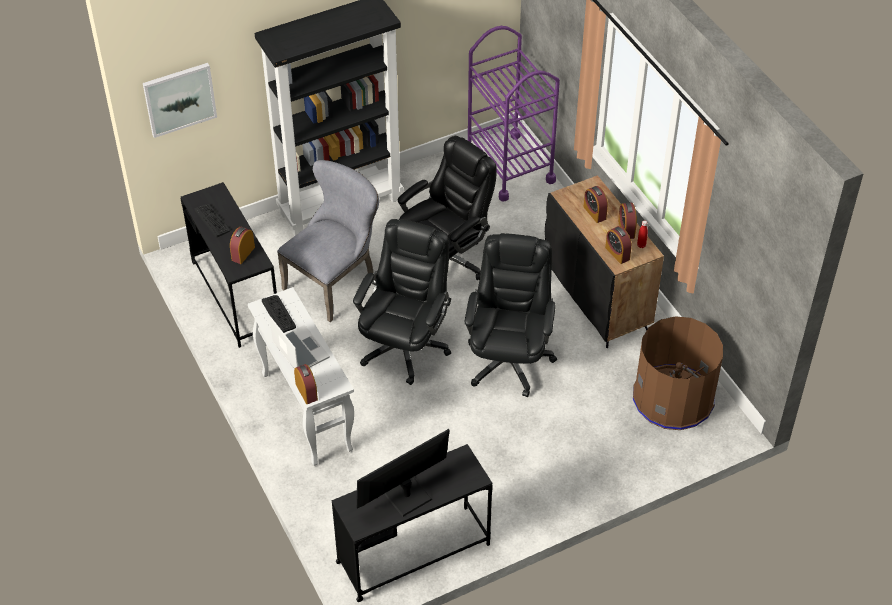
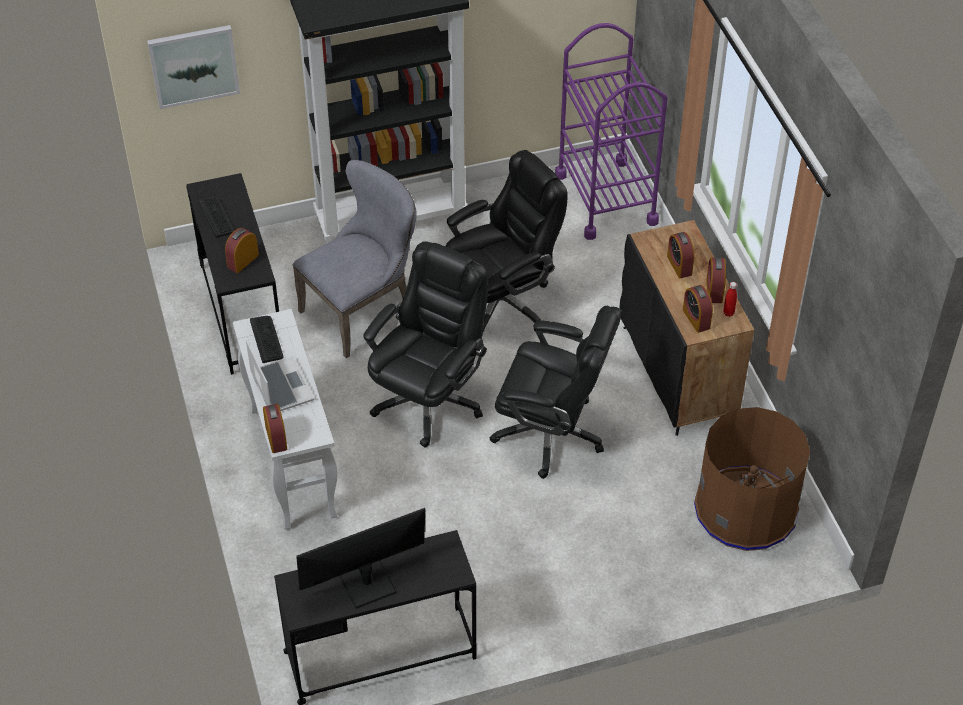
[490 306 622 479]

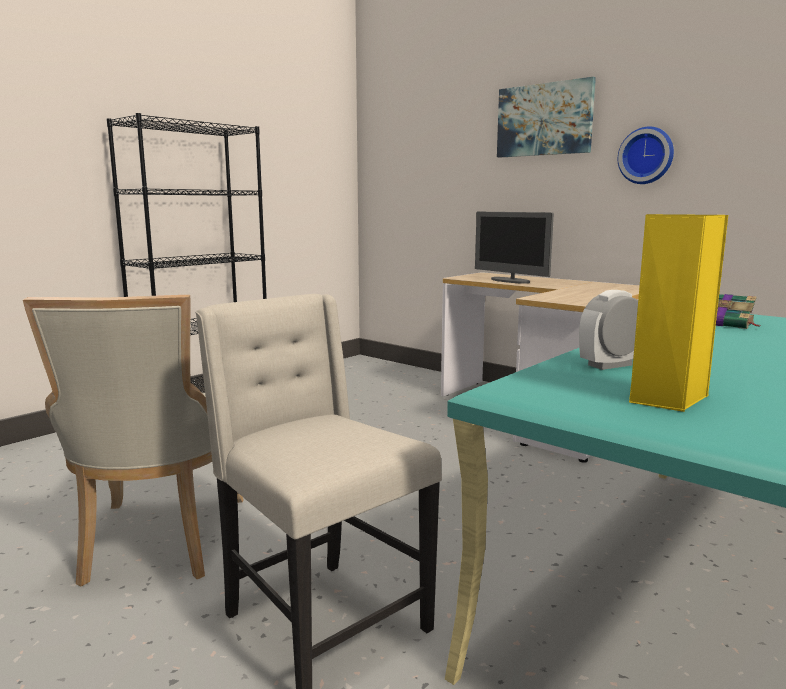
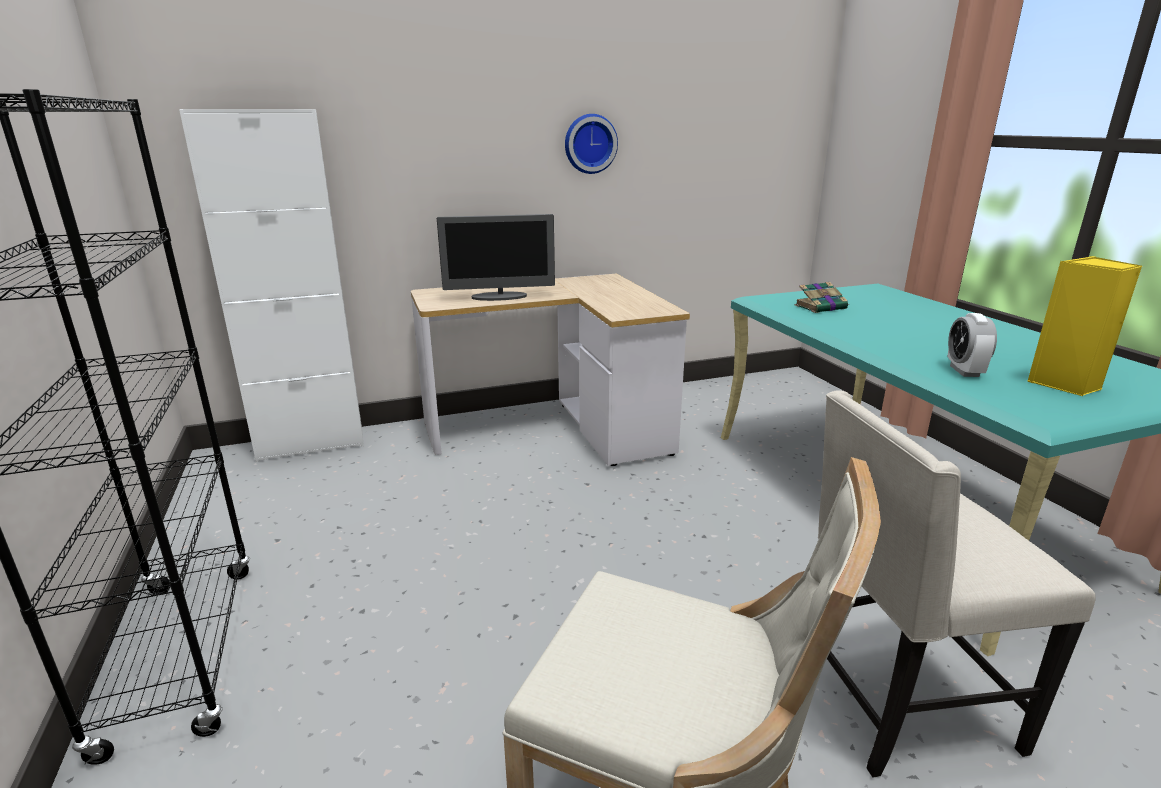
[497 77 596 158] (first image)
[179 109 364 462]

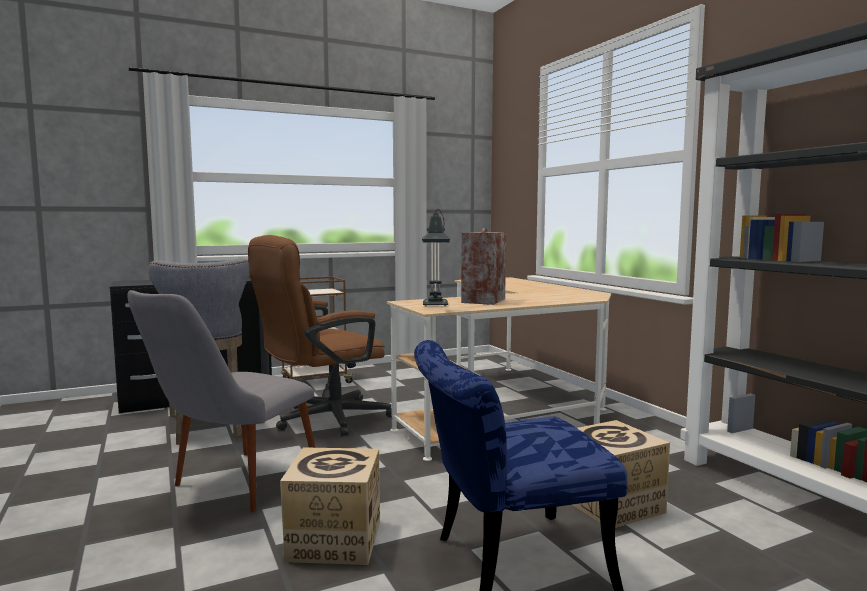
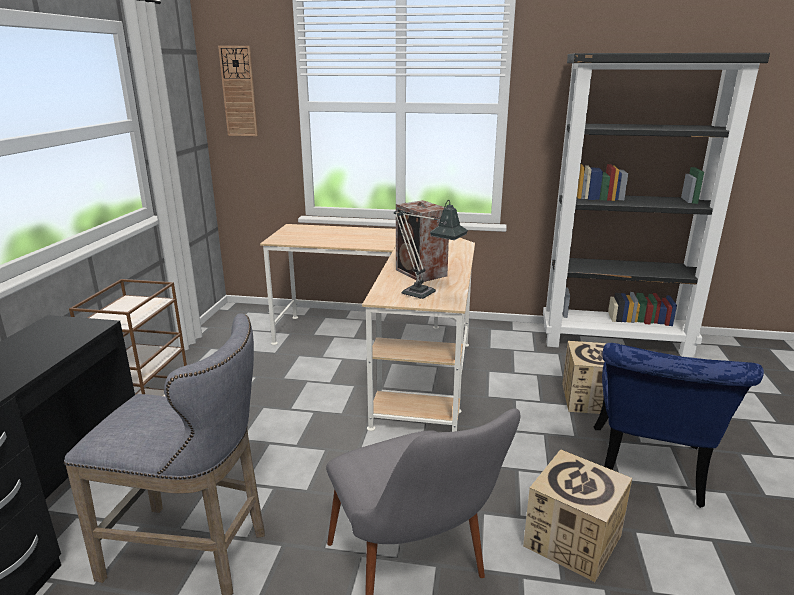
[248 235 392 436] (first image)
[218 46 258 136]

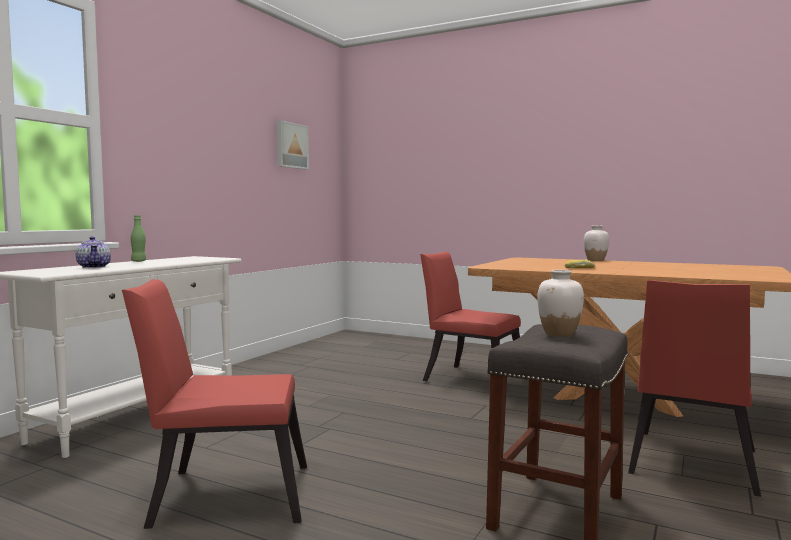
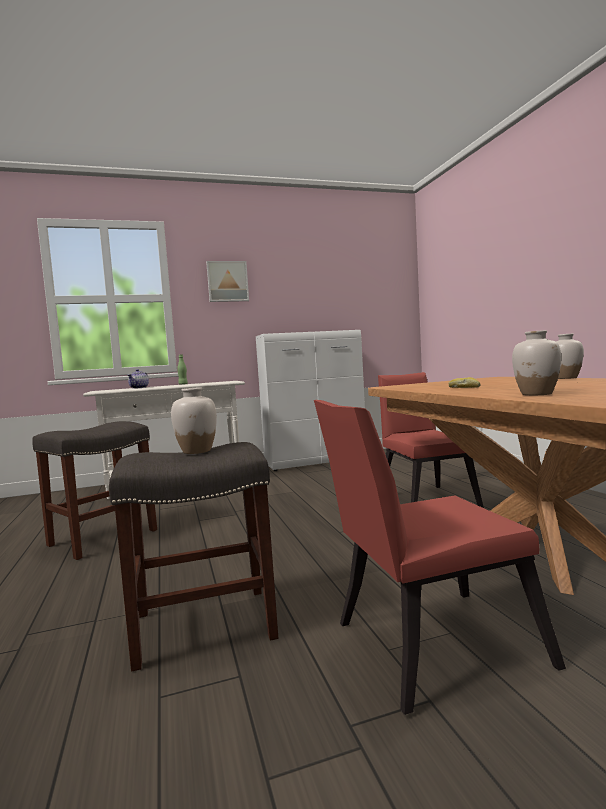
[32 421 157 560]
[206 261 249 302]
[256 330 365 471]
[512 330 561 395]

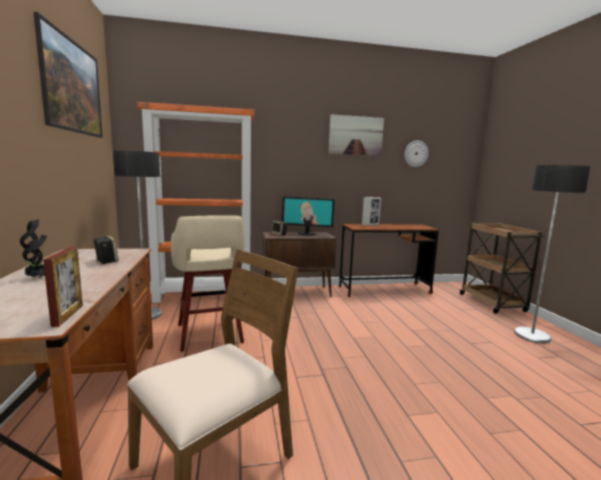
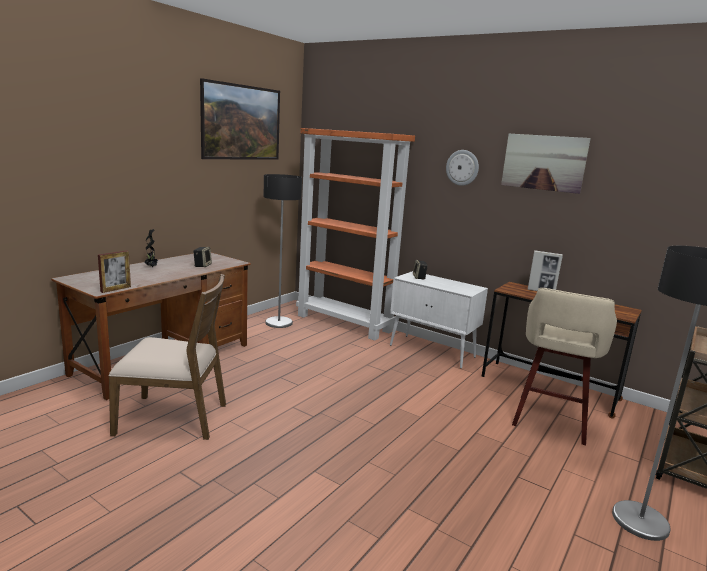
[512 288 617 446]
[390 271 488 369]
[282 196 335 236] (first image)
[446 150 479 186]

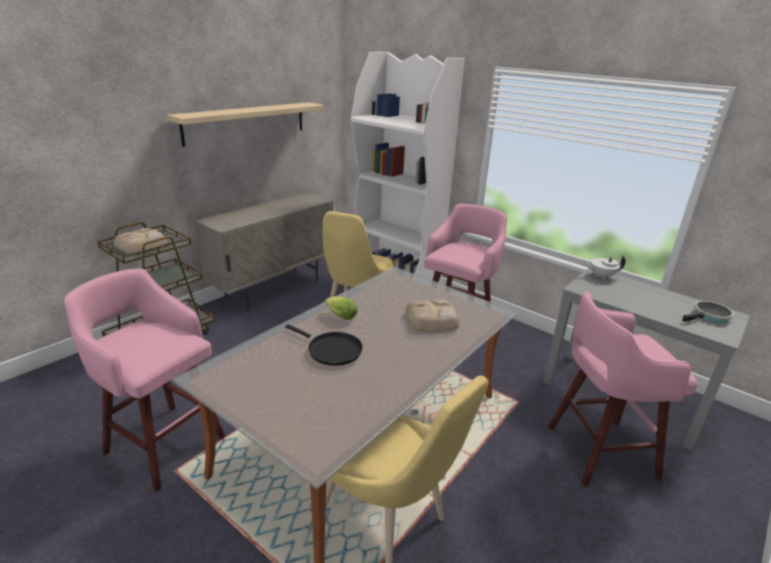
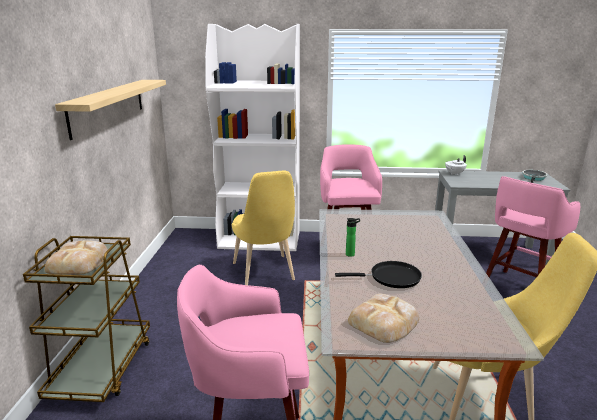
[195 192 333 312] (first image)
[346 218 360 257]
[348 293 419 343]

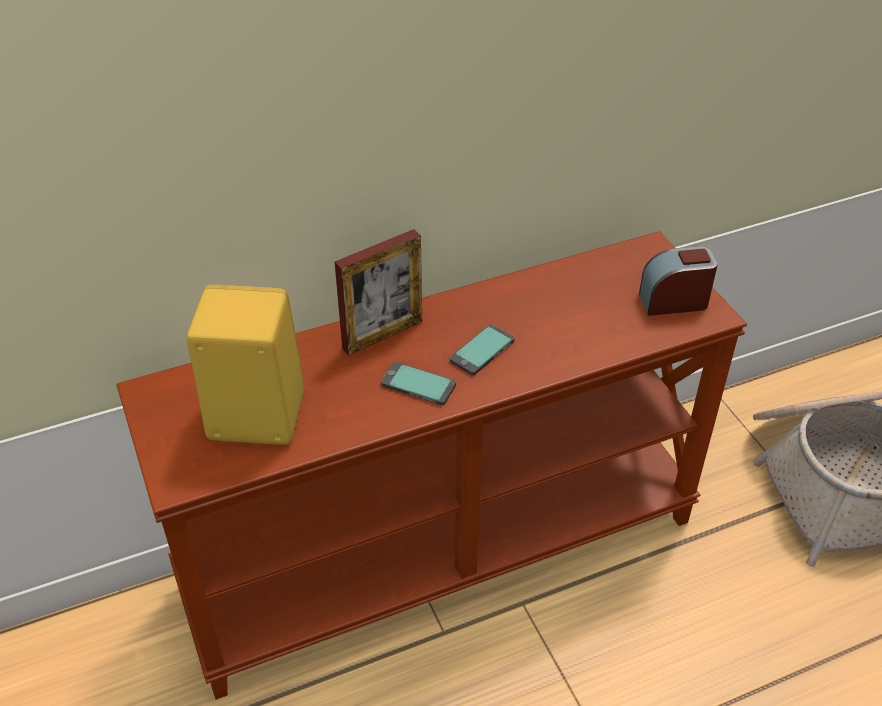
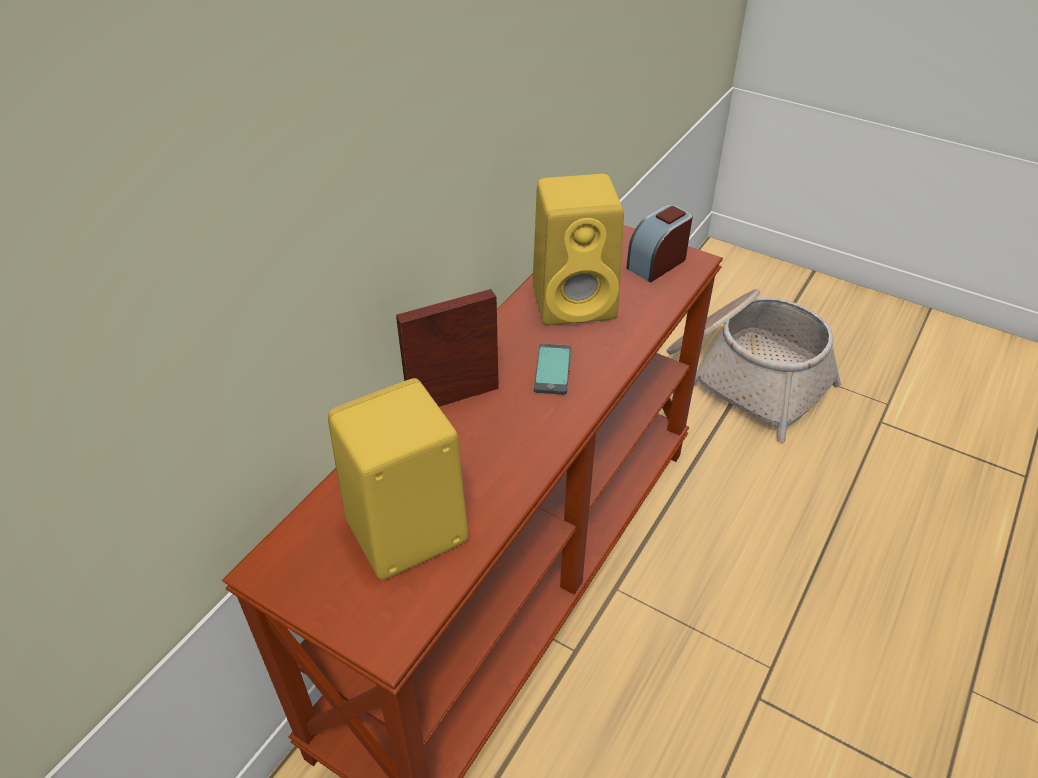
[396 289 499 407]
[381 362 456 405] (first image)
[533 174 624 326]

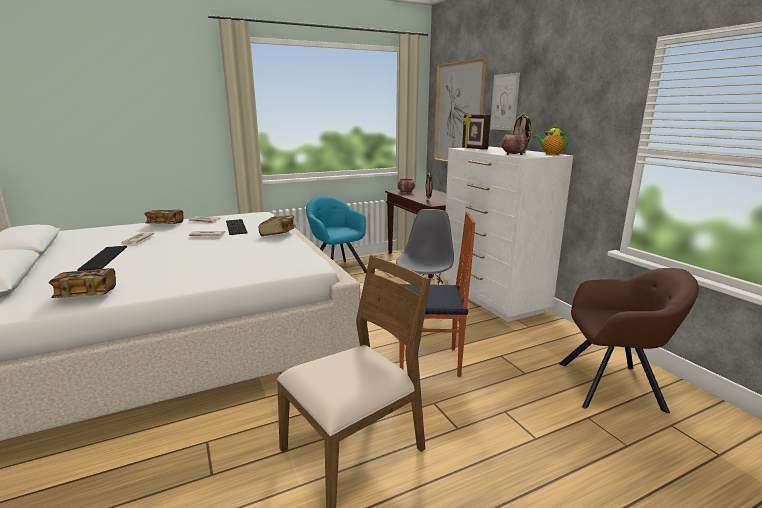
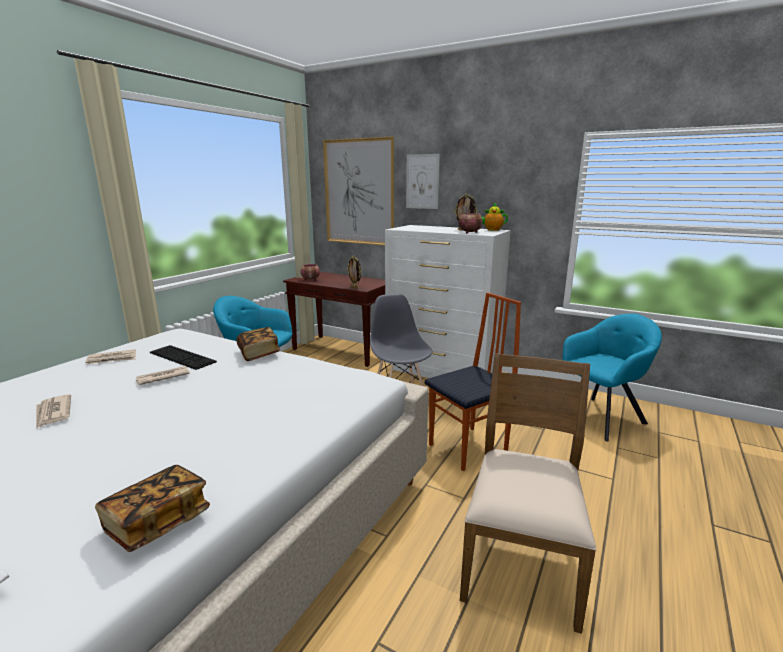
[77 246 127 271] (first image)
[144 210 183 224] (first image)
[462 113 491 150] (first image)
[562 314 662 442]

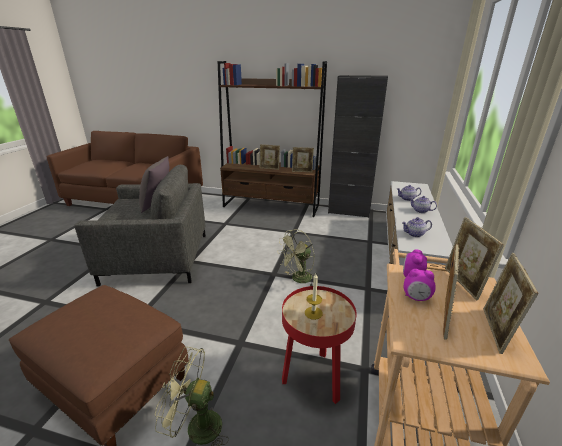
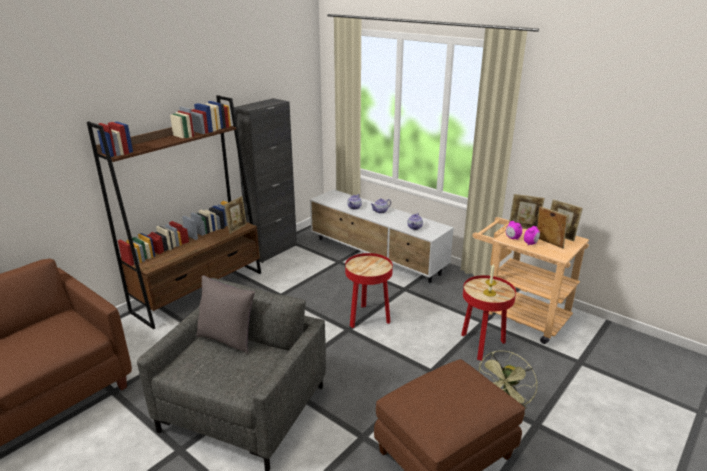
[260 144 280 170] (first image)
[345 253 393 328]

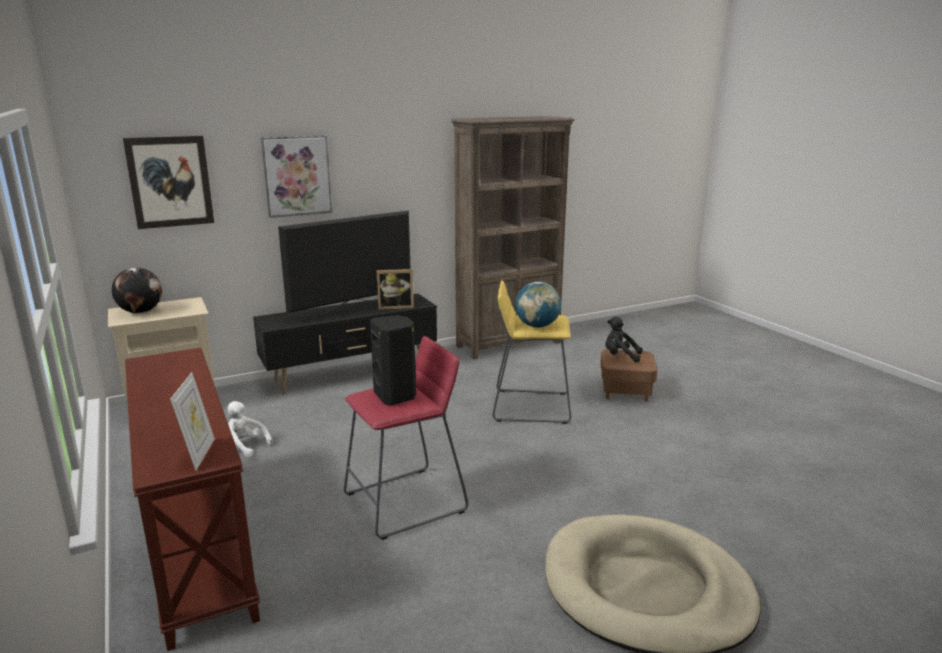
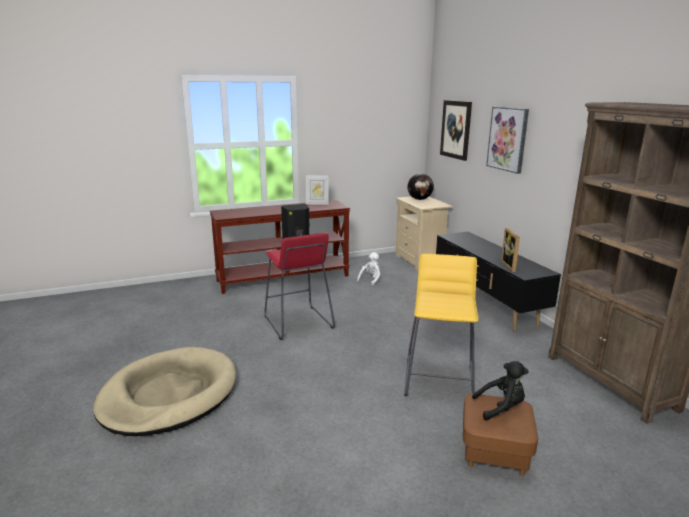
[306 175 329 205]
[278 210 411 318] (first image)
[515 282 561 328] (first image)
[472 361 529 420]

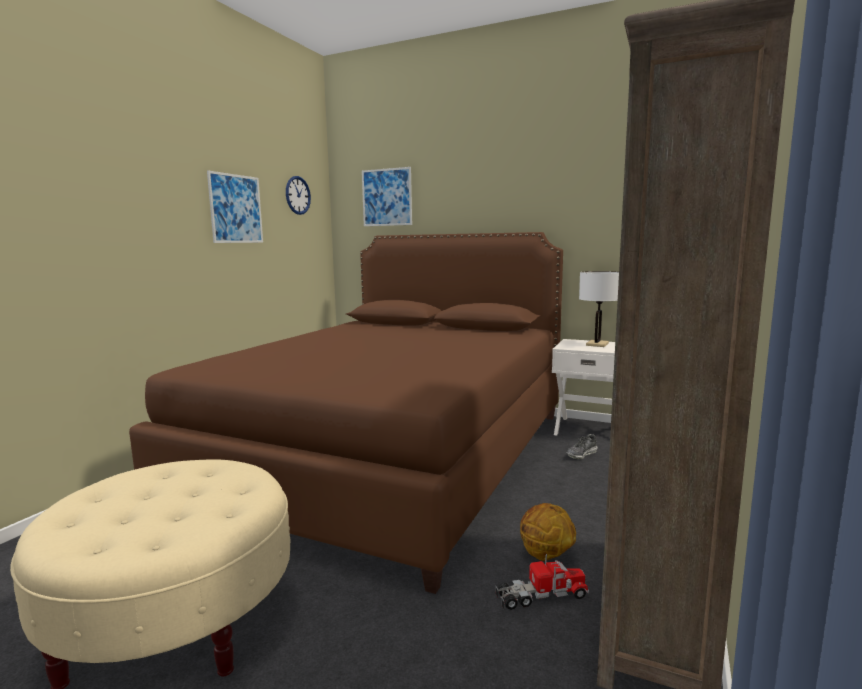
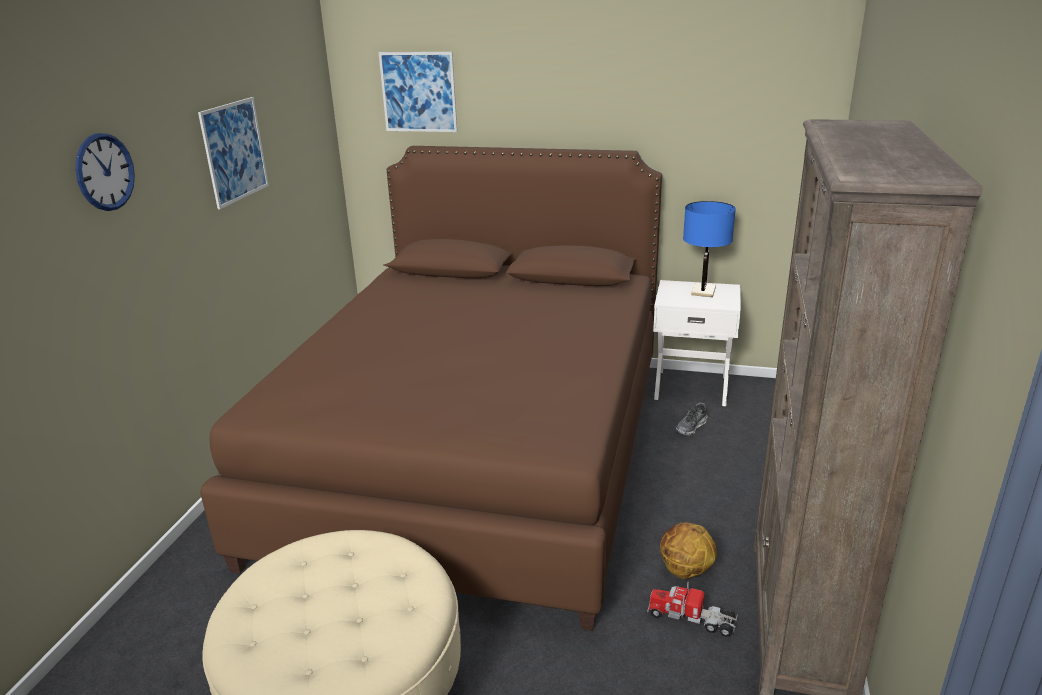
[75 133 135 211]
[647 582 738 637]
[683 201 736 297]

